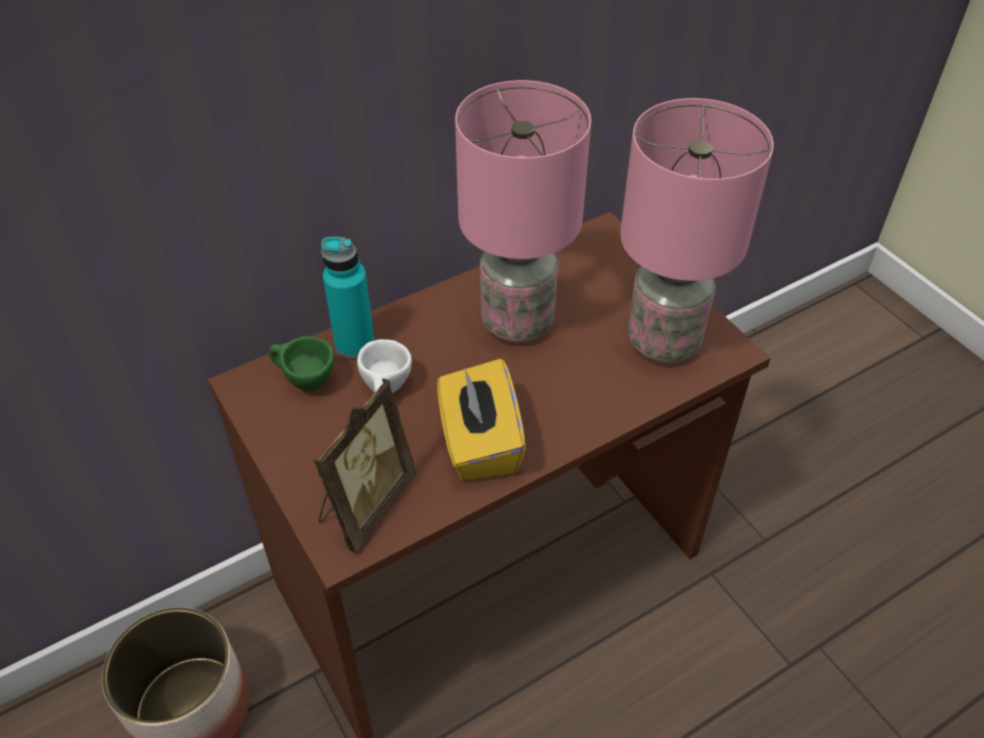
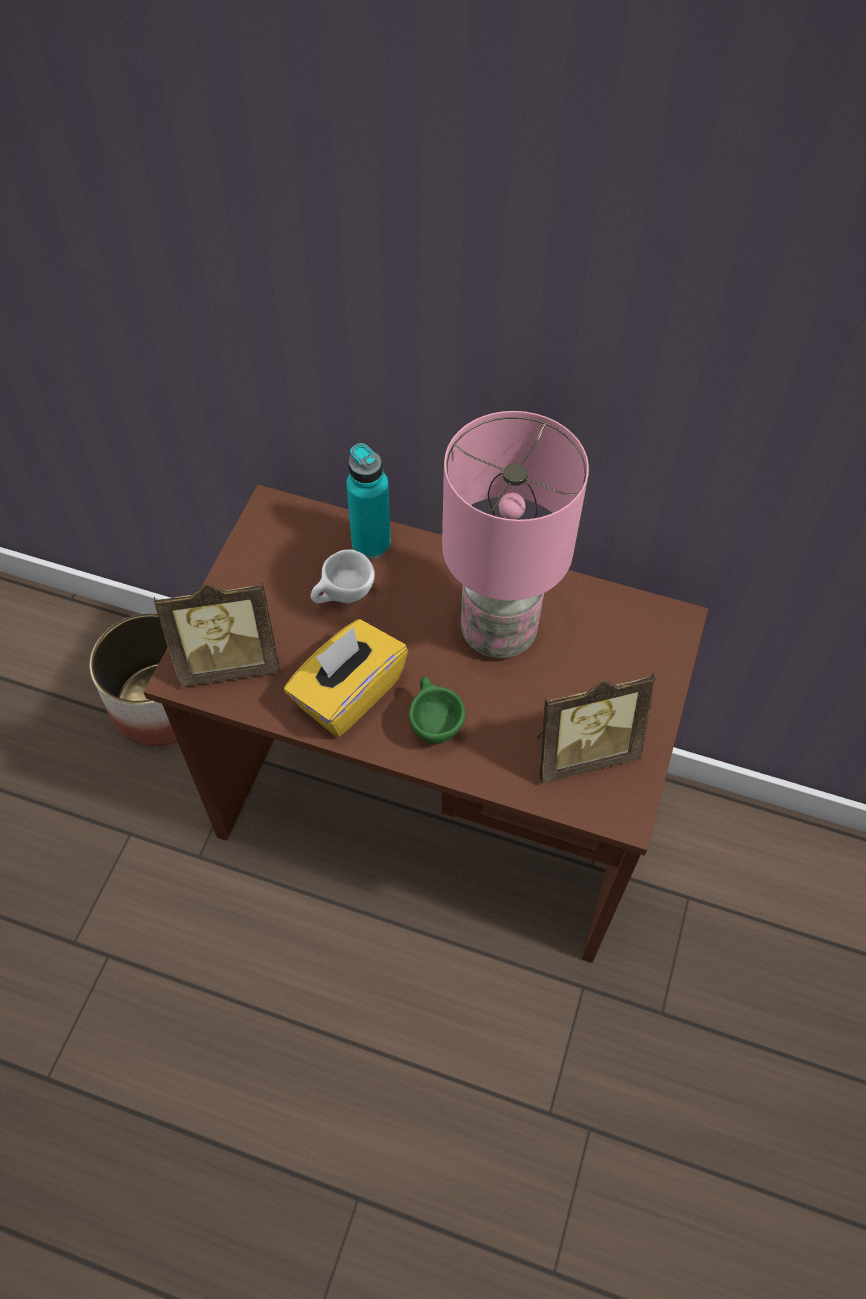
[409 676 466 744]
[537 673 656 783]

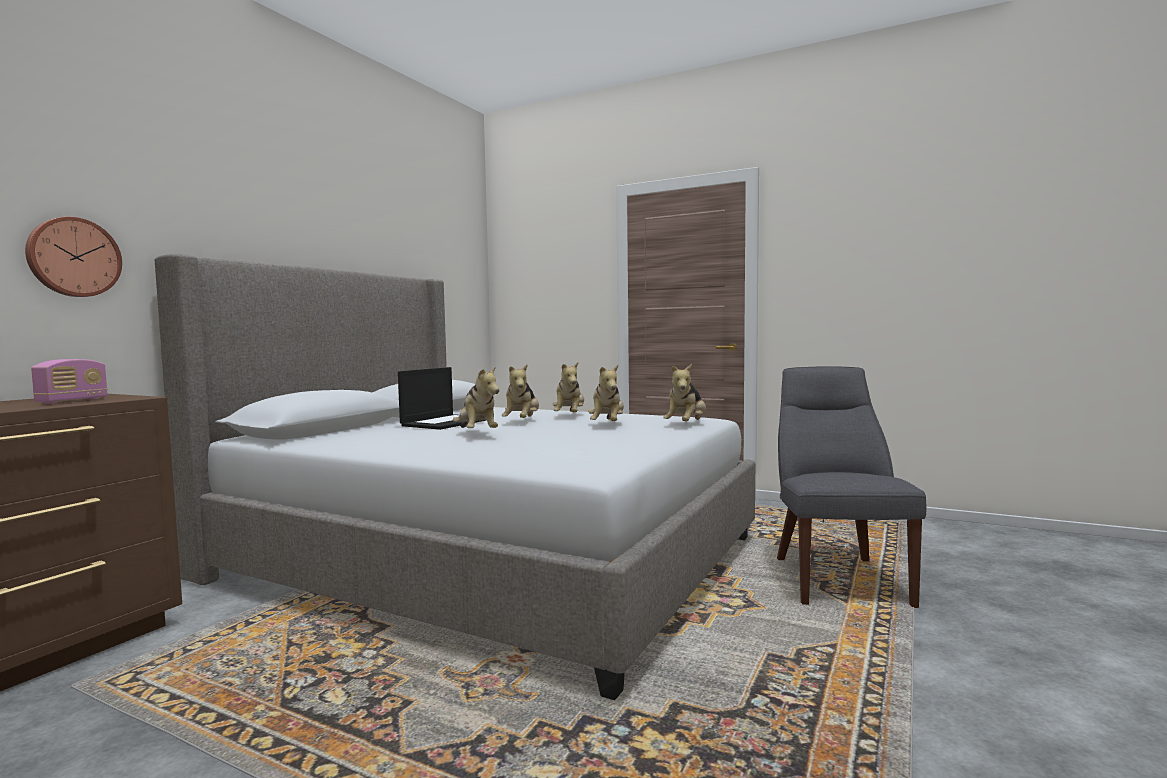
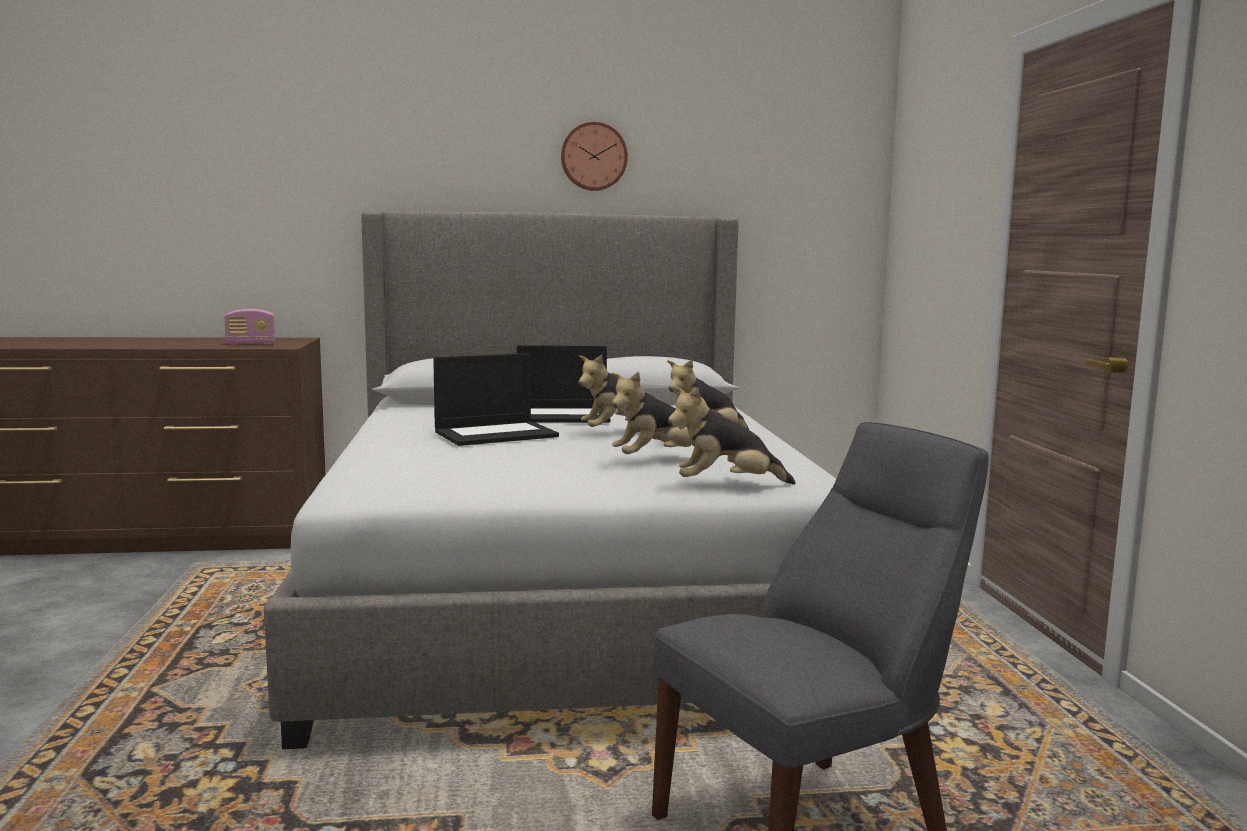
[561 122 628 191]
[433 353 559 446]

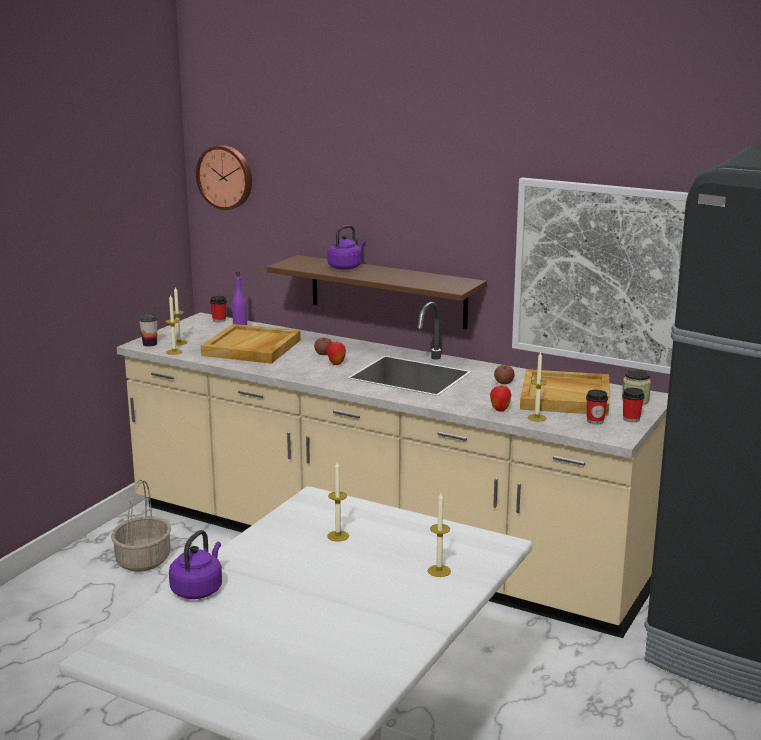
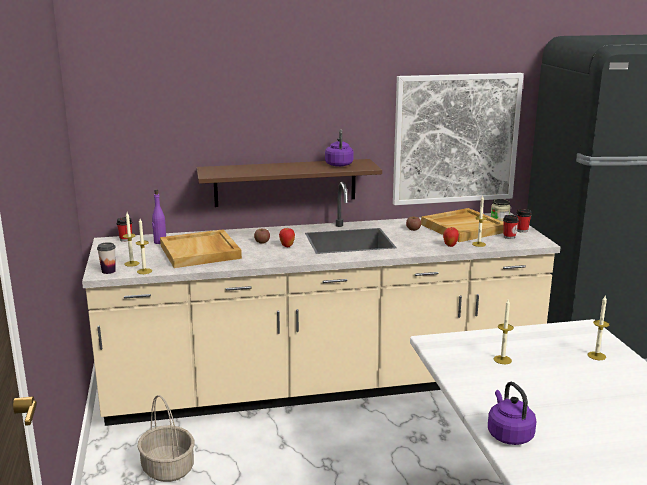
[196 145 252 210] (first image)
[325 129 354 167]

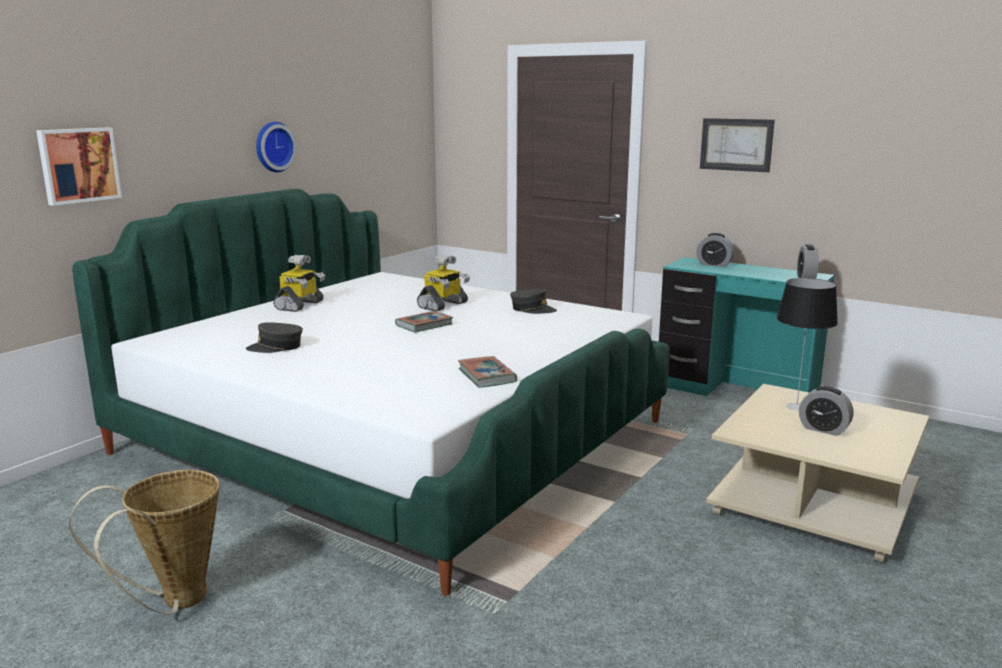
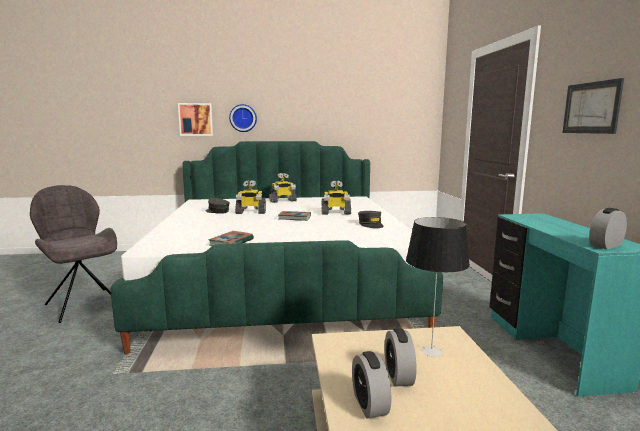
[30 185 117 323]
[229 104 257 132]
[352 351 391 419]
[235 180 266 214]

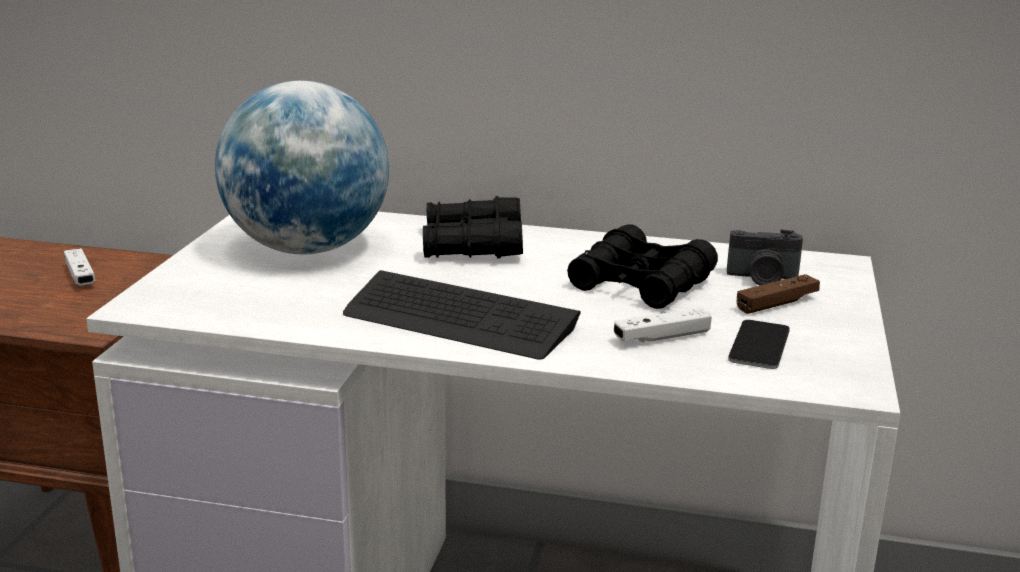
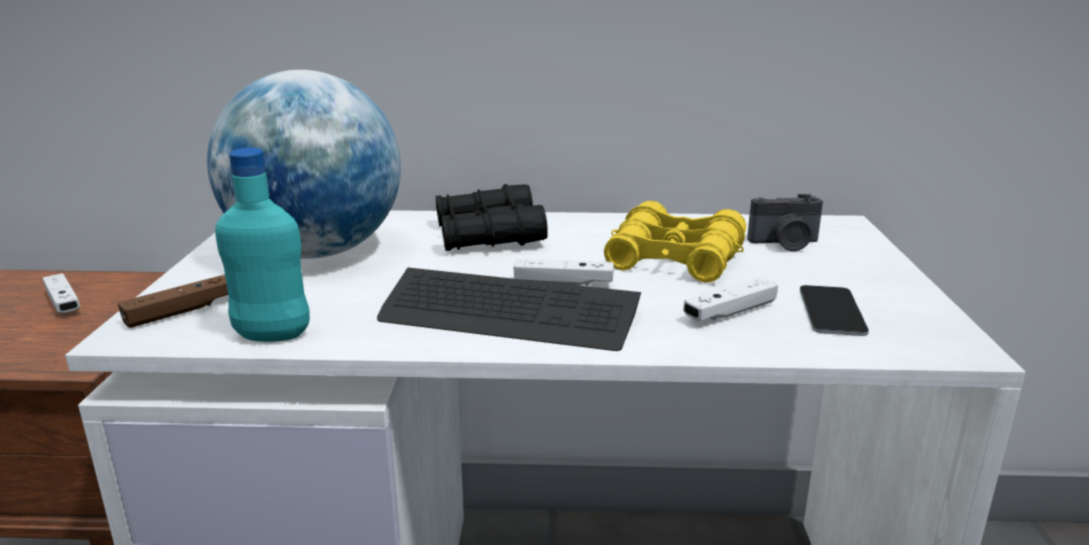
[604 201 746 283]
[118 274 228 328]
[215 148 310 342]
[514 258 614 286]

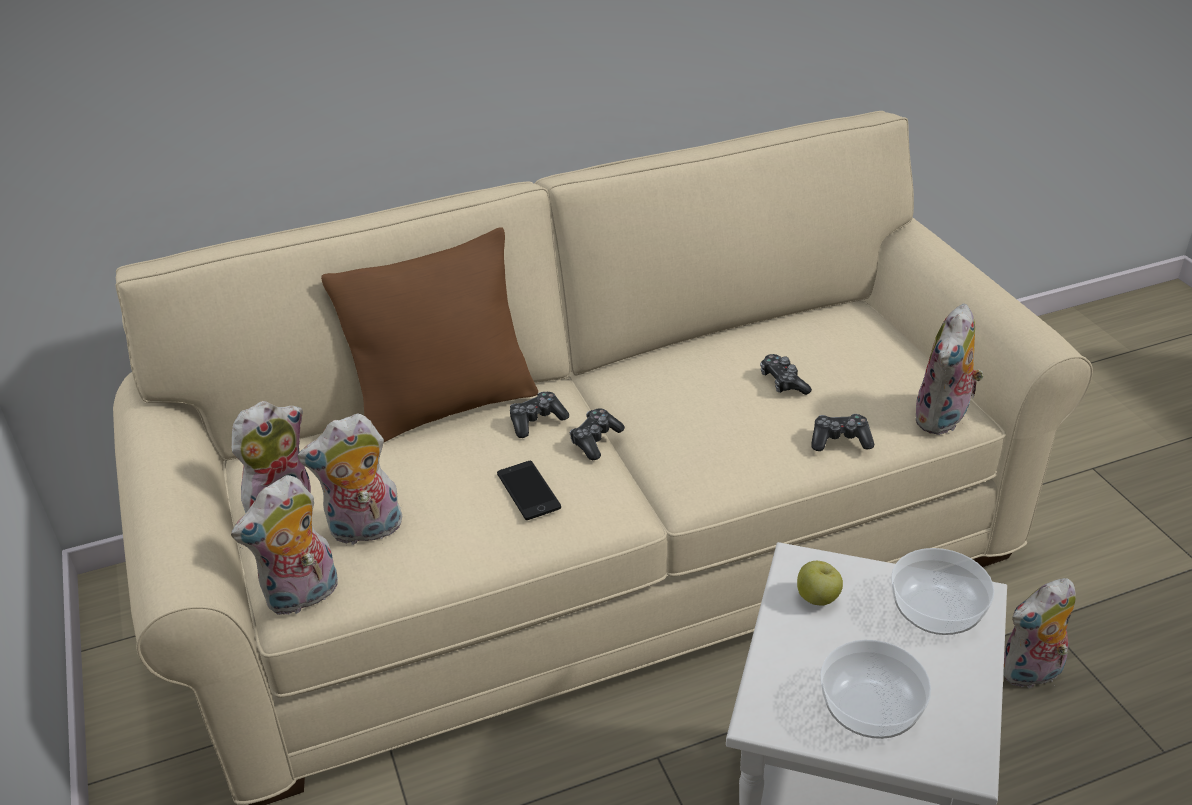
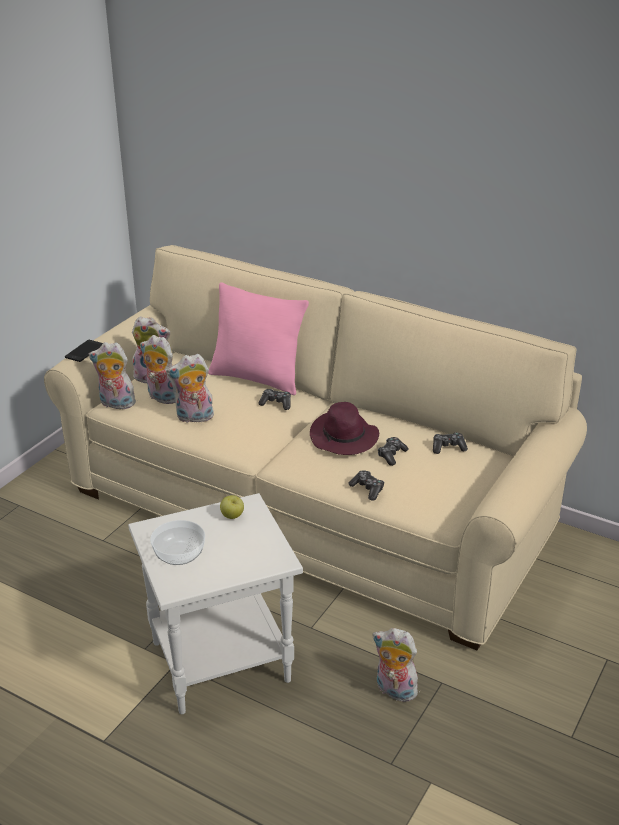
[208 282 309 395]
[65 340 103 362]
[433 432 468 454]
[891 548 995 635] (first image)
[166 354 214 423]
[310 402 379 455]

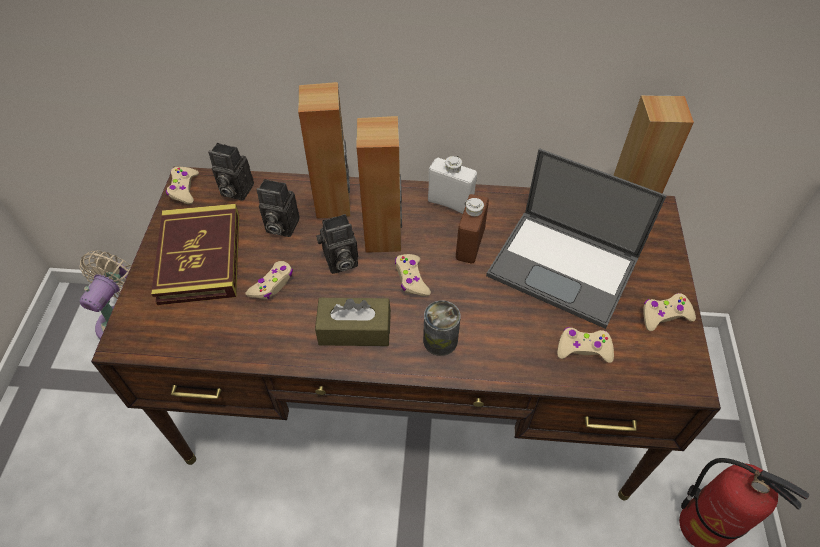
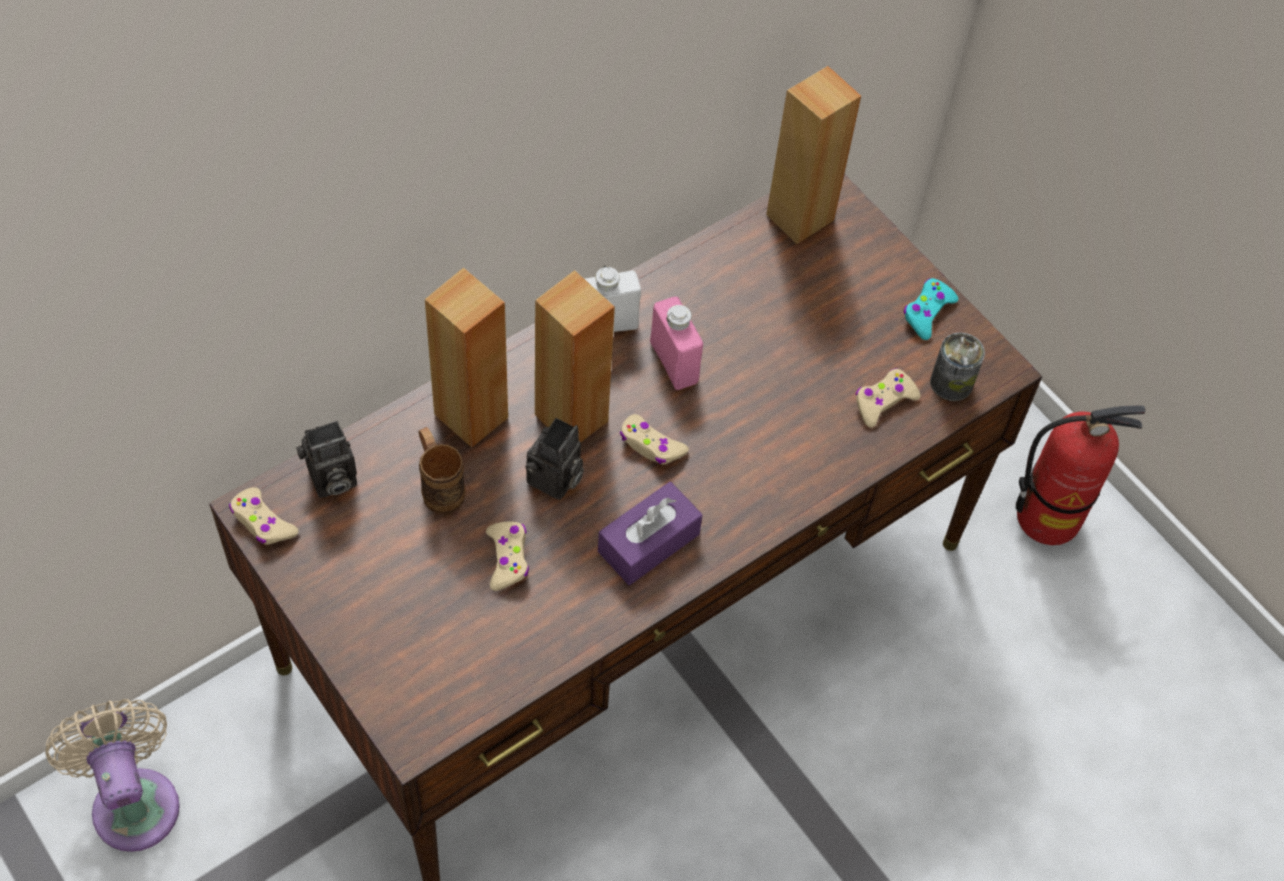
[151 204 239 305] (first image)
[419 427 466 514]
[598 482 703 585]
[930 332 985 401]
[650 297 703 390]
[486 148 667 329] (first image)
[903 278 959 340]

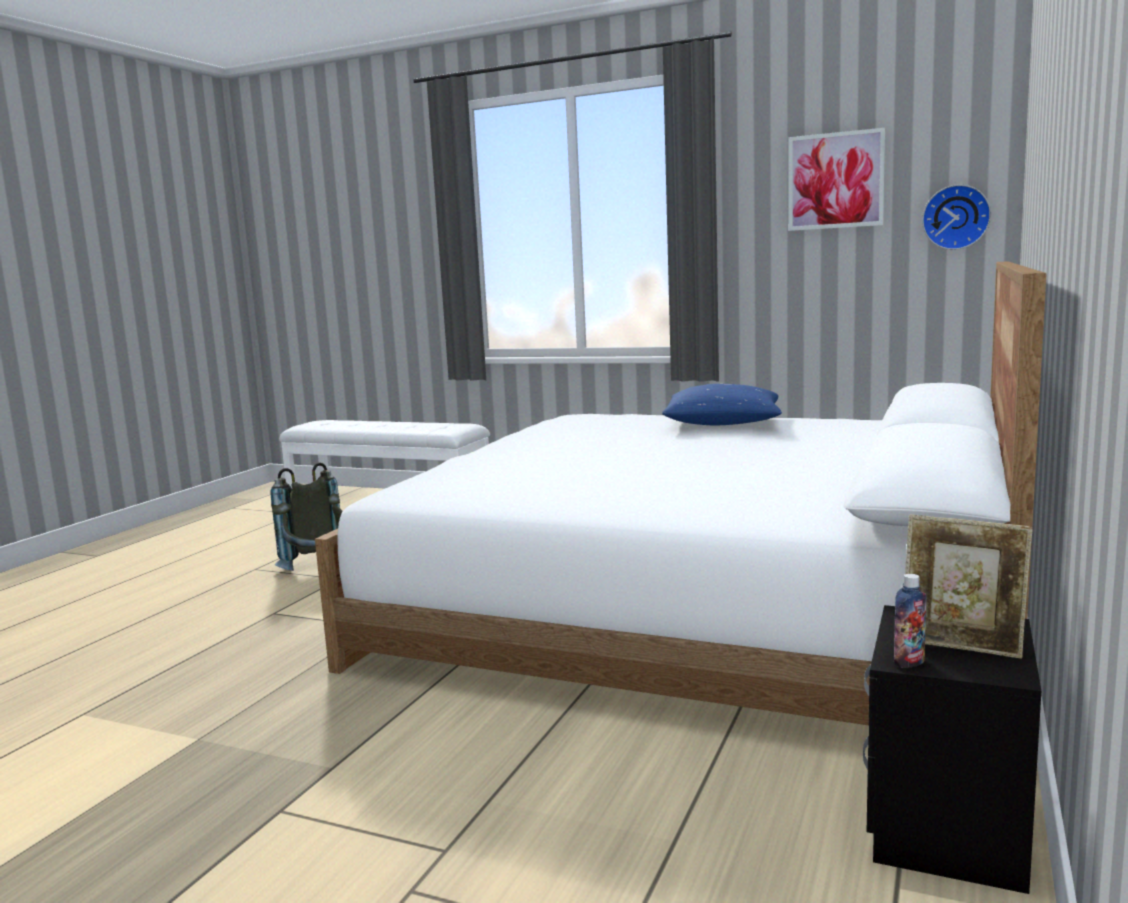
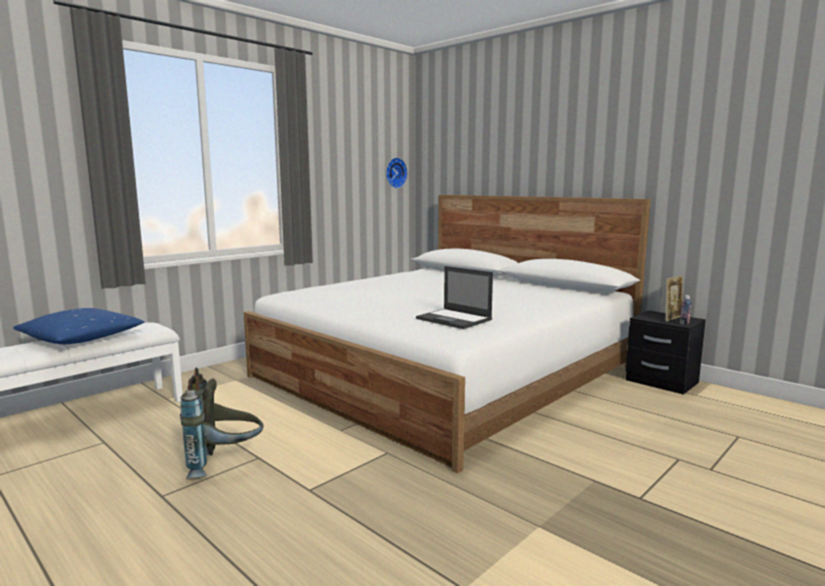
[13 308 144 344]
[788 128 886 231] (first image)
[416 266 493 329]

